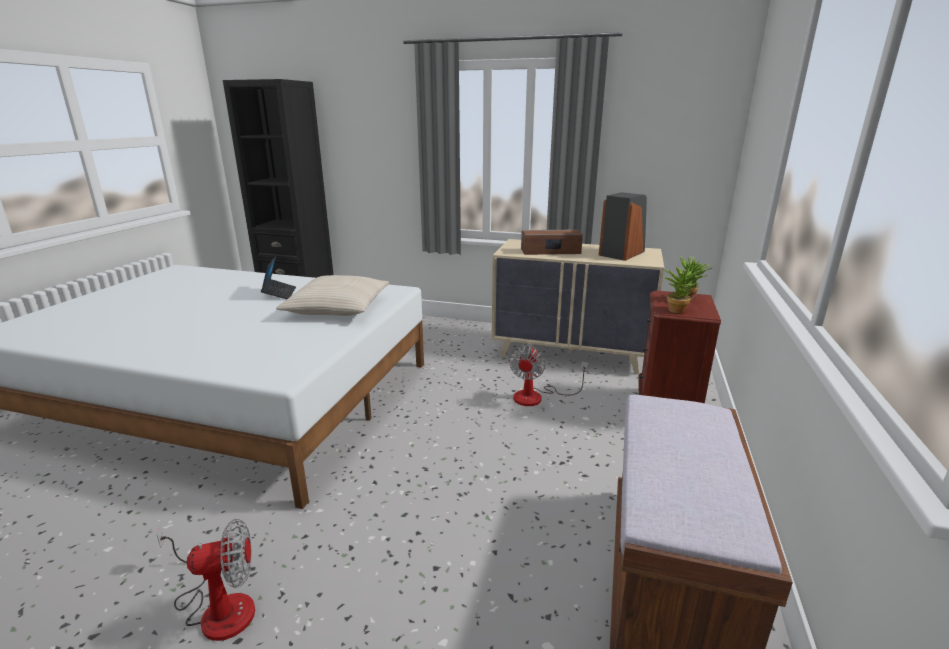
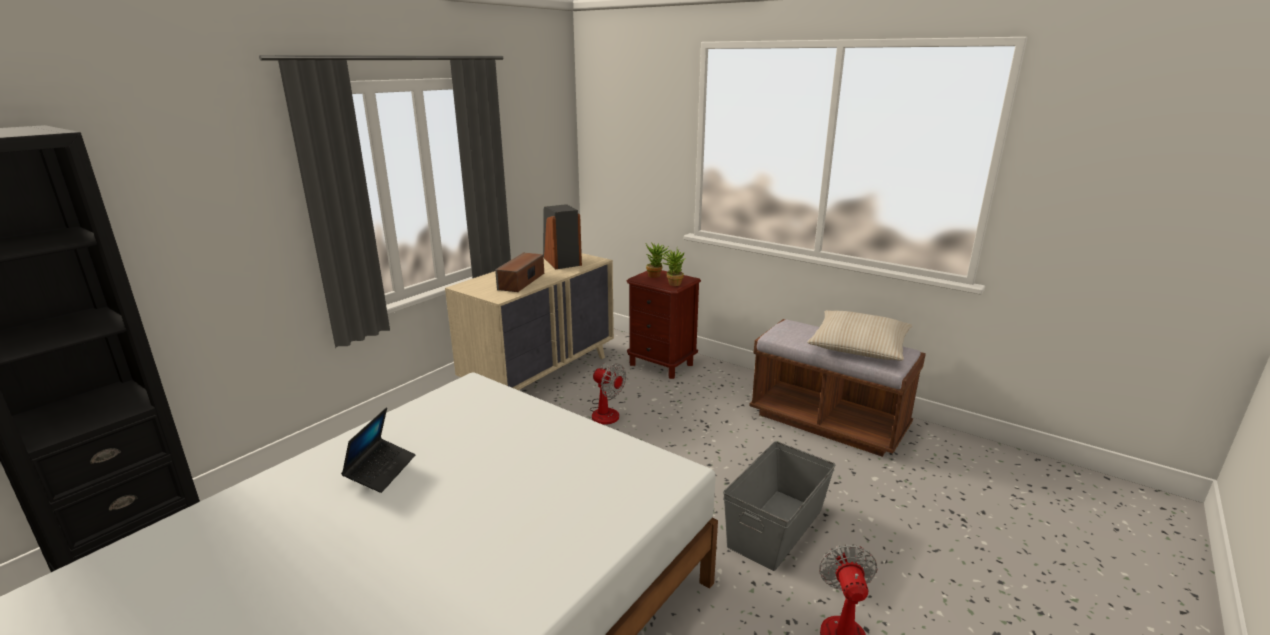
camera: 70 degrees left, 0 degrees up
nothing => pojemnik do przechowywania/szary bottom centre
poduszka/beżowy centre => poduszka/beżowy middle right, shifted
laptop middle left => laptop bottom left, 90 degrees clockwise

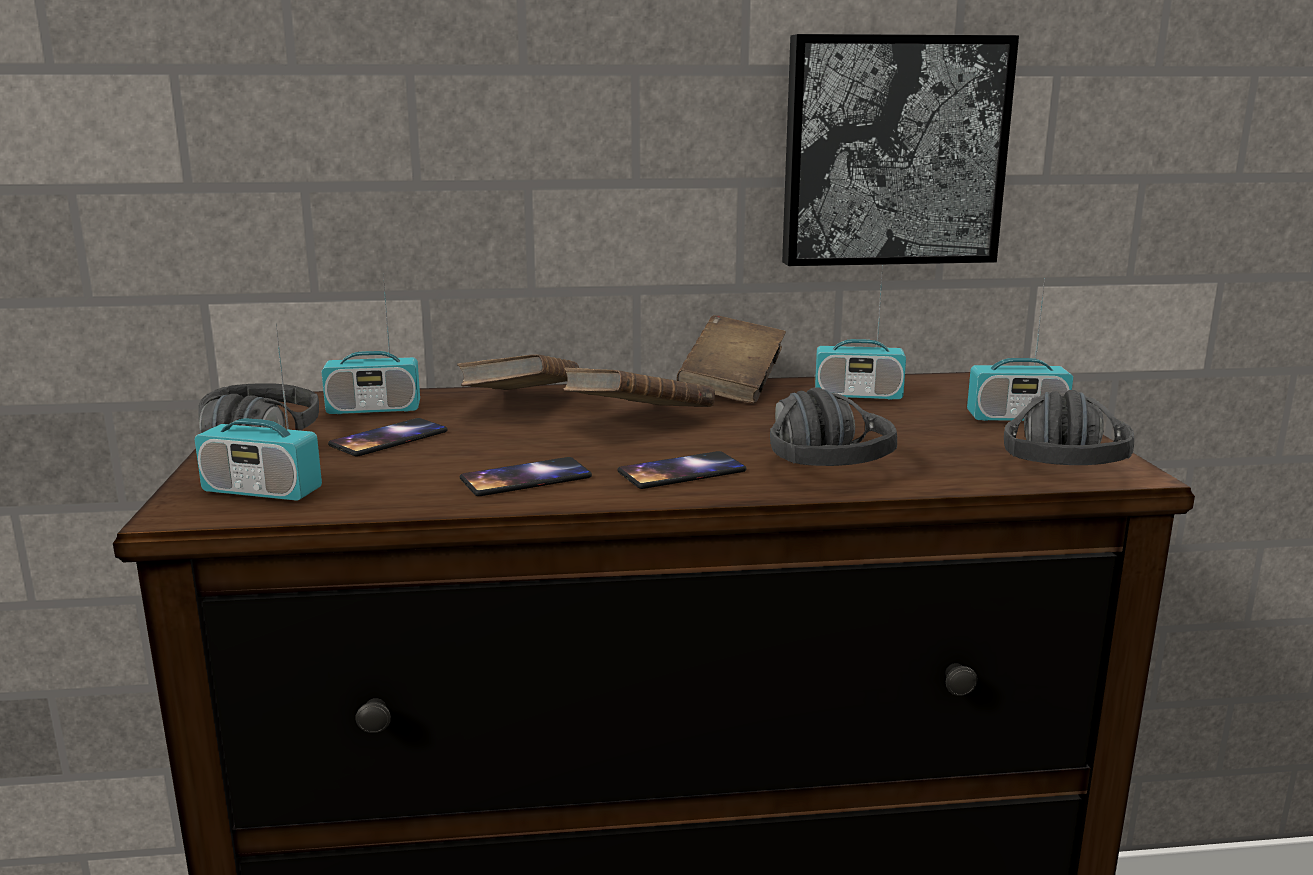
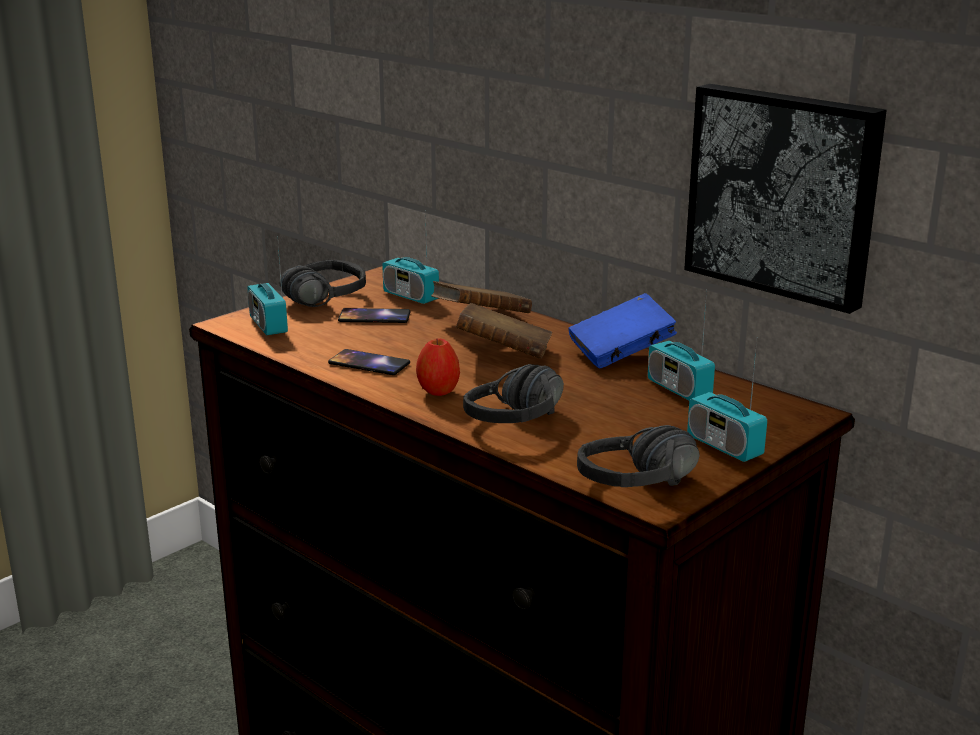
camera: 50 degrees right, 5 degrees up
telefon (no. 3 from left) centre => jabłko centre
książka/brązowy (no. 3 from left) centre => książka/niebieski centre

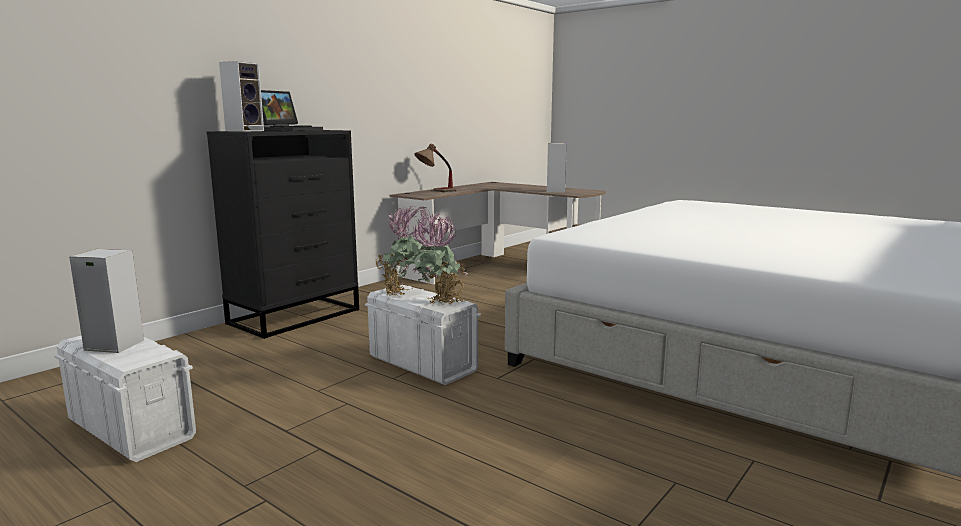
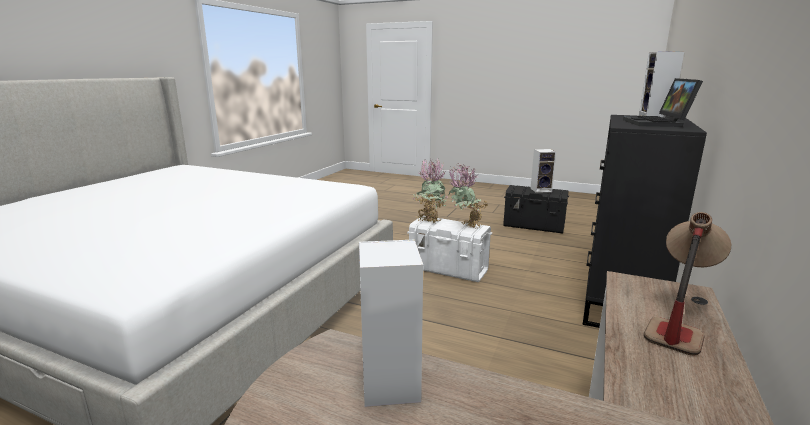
camera: 165 degrees right, 5 degrees up
pojemnik do przechowywania/biały (no. 1 from left) bottom left => pojemnik do przechowywania/czarny centre

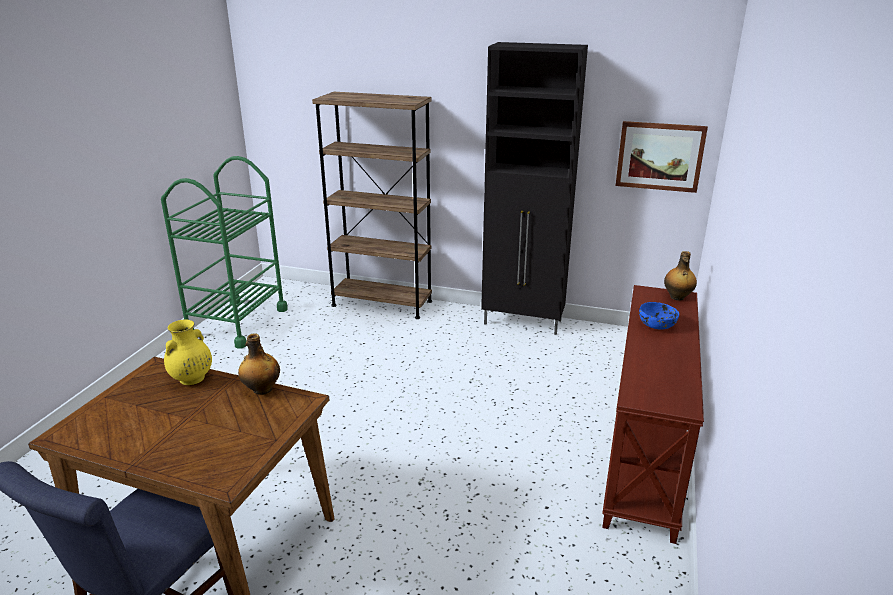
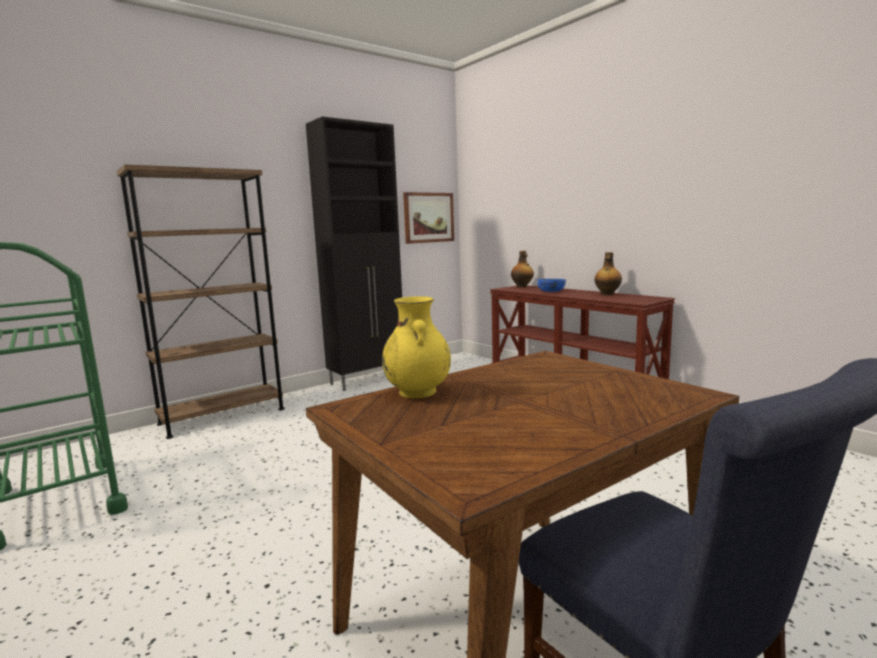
camera: 55 degrees left, 15 degrees down
butelka (no. 1 from left in the first image) middle left => butelka (no. 2 from left) middle right, shifted

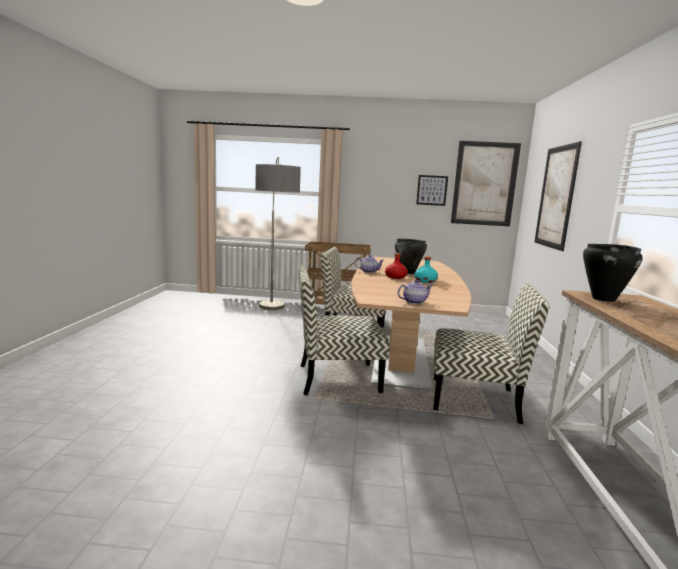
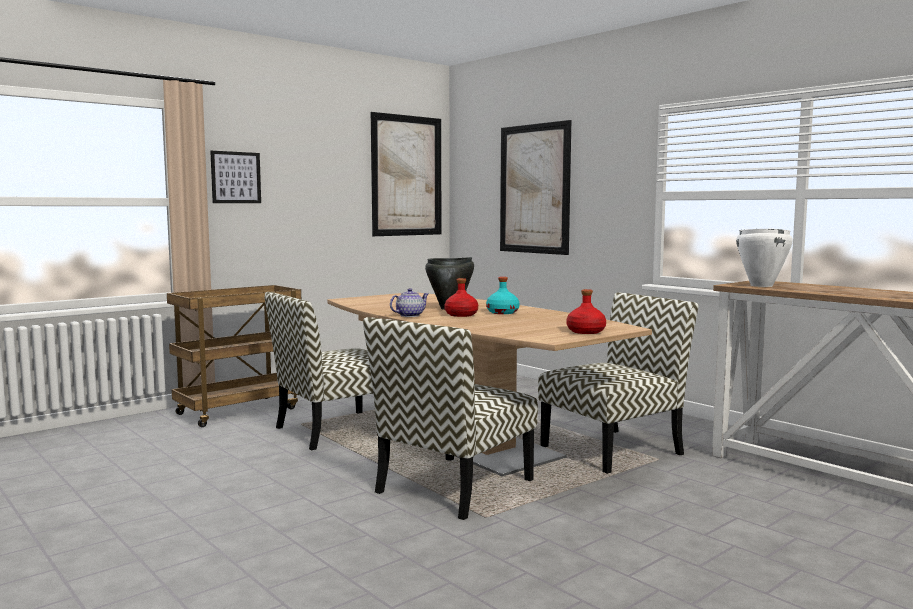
camera: 45 degrees left, 5 degrees down
lampa stojąca centre => nothing
obraz (no. 1 from left) centre => obraz (no. 1 from left) top left, shifted
imbryk (no. 2 from left) centre => butelka/czerwony (no. 2 from left) centre
garnek/czarny (no. 2 from left) middle right => garnek/biały middle right

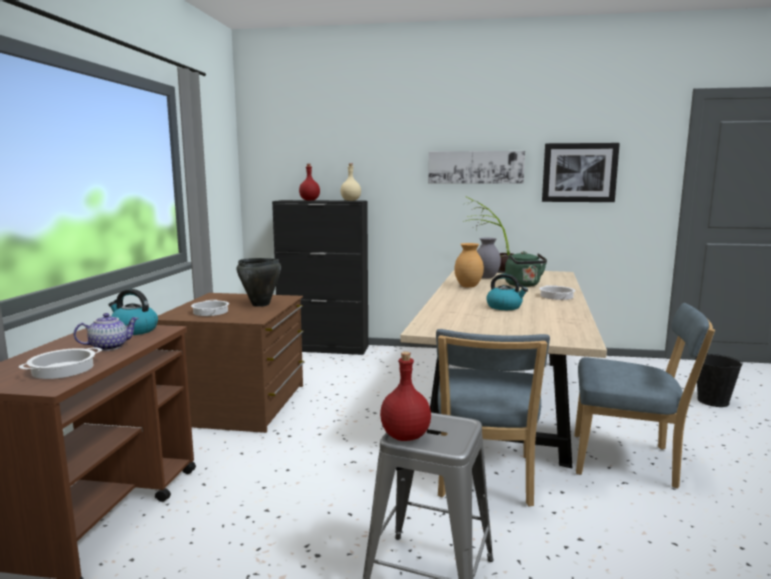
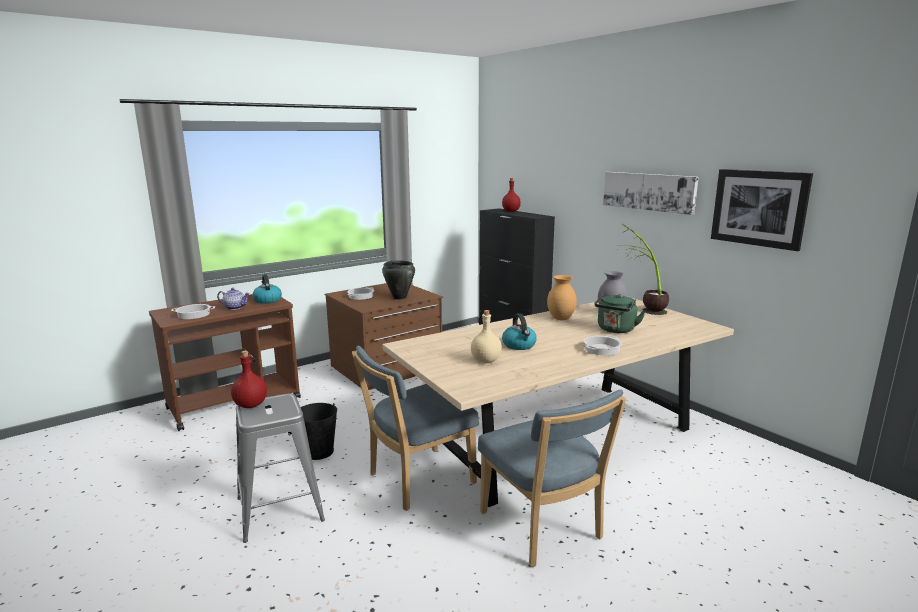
camera: 45 degrees right, 5 degrees up
butelka/beżowy top centre => butelka/beżowy centre, shifted
wiadro/czarny middle right => wiadro/czarny bottom centre, shifted

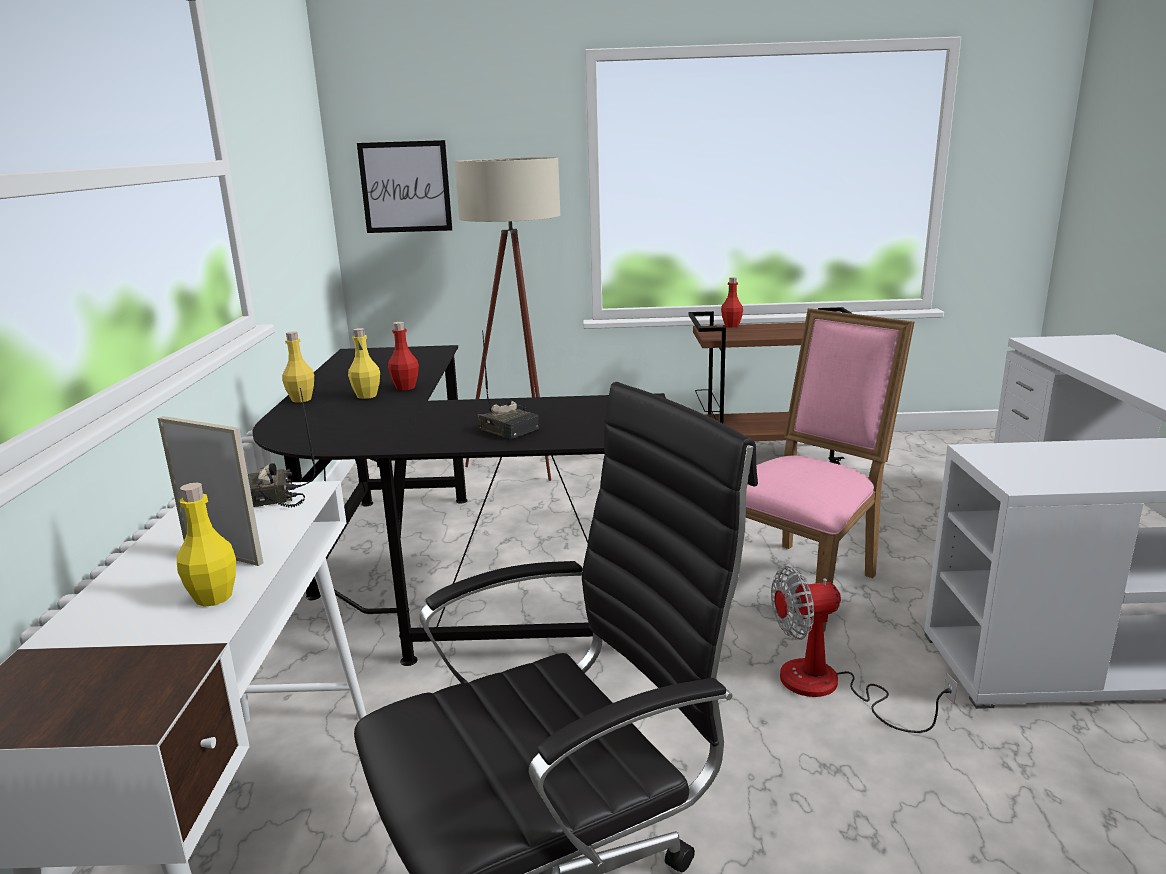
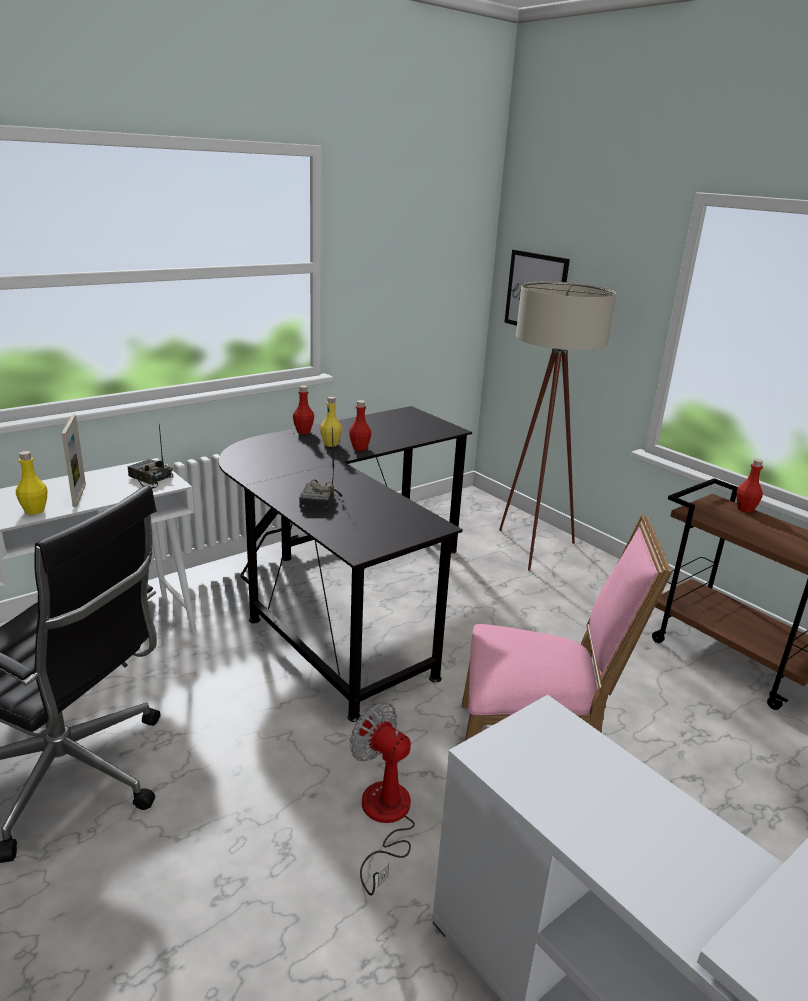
camera: 50 degrees right, 5 degrees up
butelka/żółty (no. 2 from left) middle left => butelka/czerwony (no. 1 from left) centre

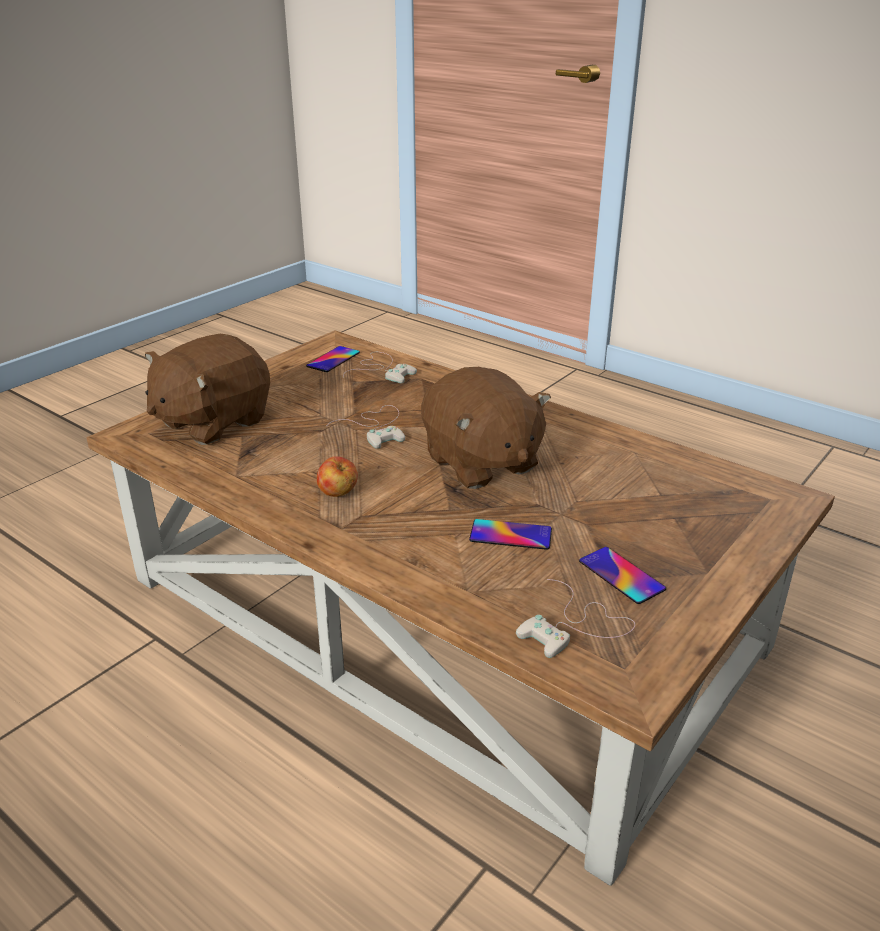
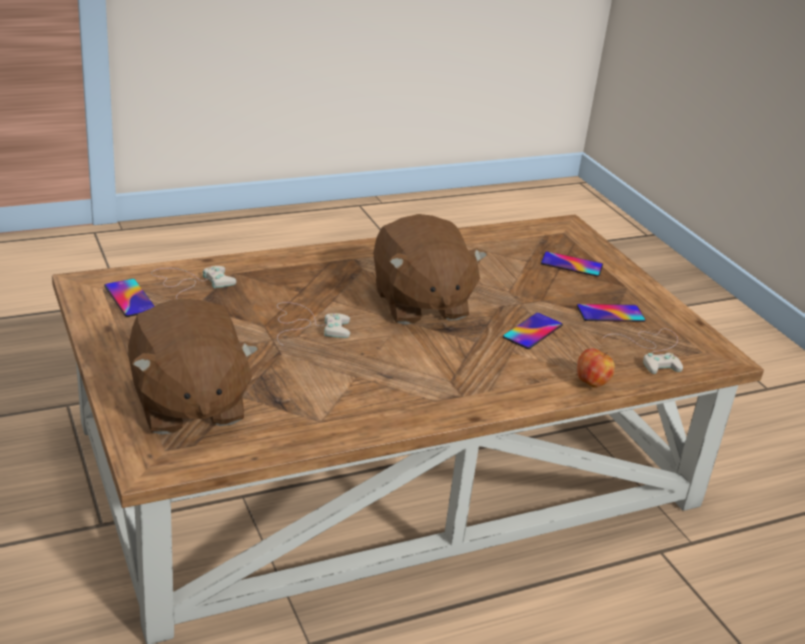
camera: 65 degrees left, 0 degrees up
nothing => telefon (no. 3 from left) middle right
jabłko centre => jabłko middle right, shifted
pluszak/brązowy (no. 2 from left) centre, 75 degrees clockwise

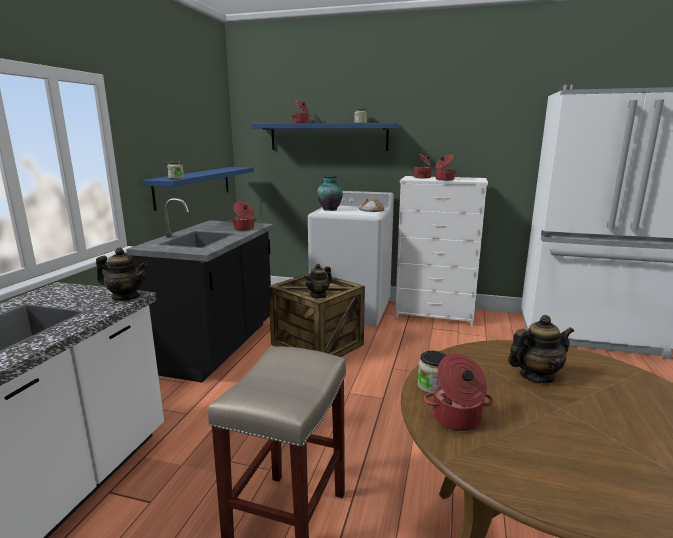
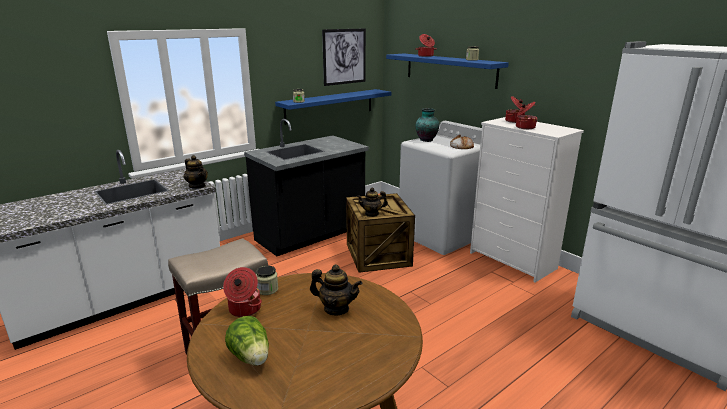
camera: 35 degrees right, 5 degrees up
garnek (no. 1 from left) centre => nothing
nothing => sałata bottom centre
nothing => obraz top centre

